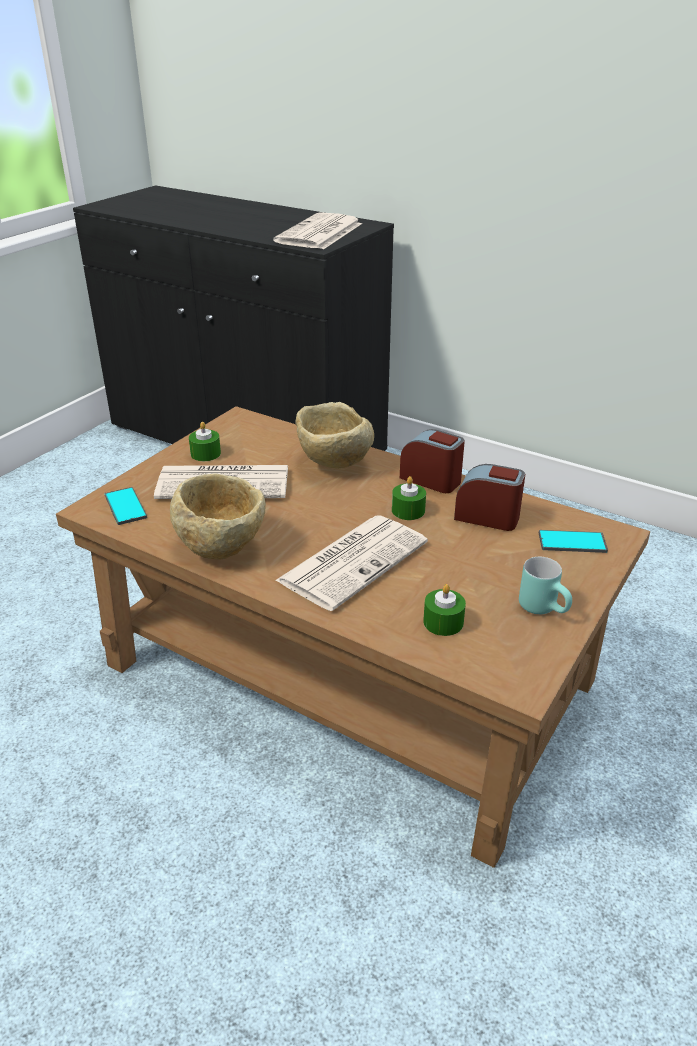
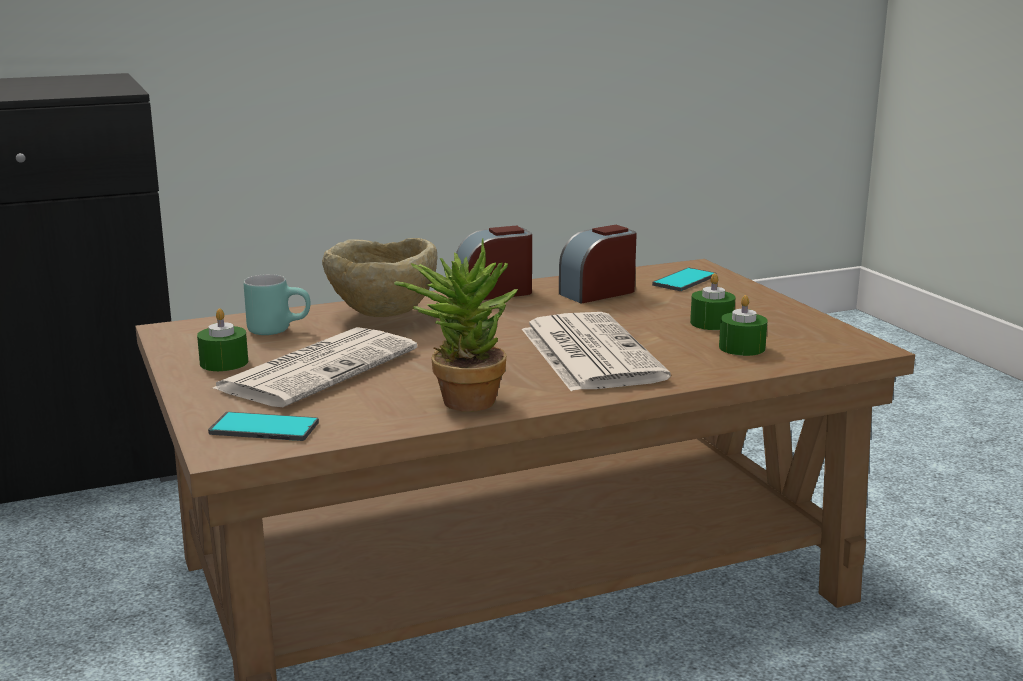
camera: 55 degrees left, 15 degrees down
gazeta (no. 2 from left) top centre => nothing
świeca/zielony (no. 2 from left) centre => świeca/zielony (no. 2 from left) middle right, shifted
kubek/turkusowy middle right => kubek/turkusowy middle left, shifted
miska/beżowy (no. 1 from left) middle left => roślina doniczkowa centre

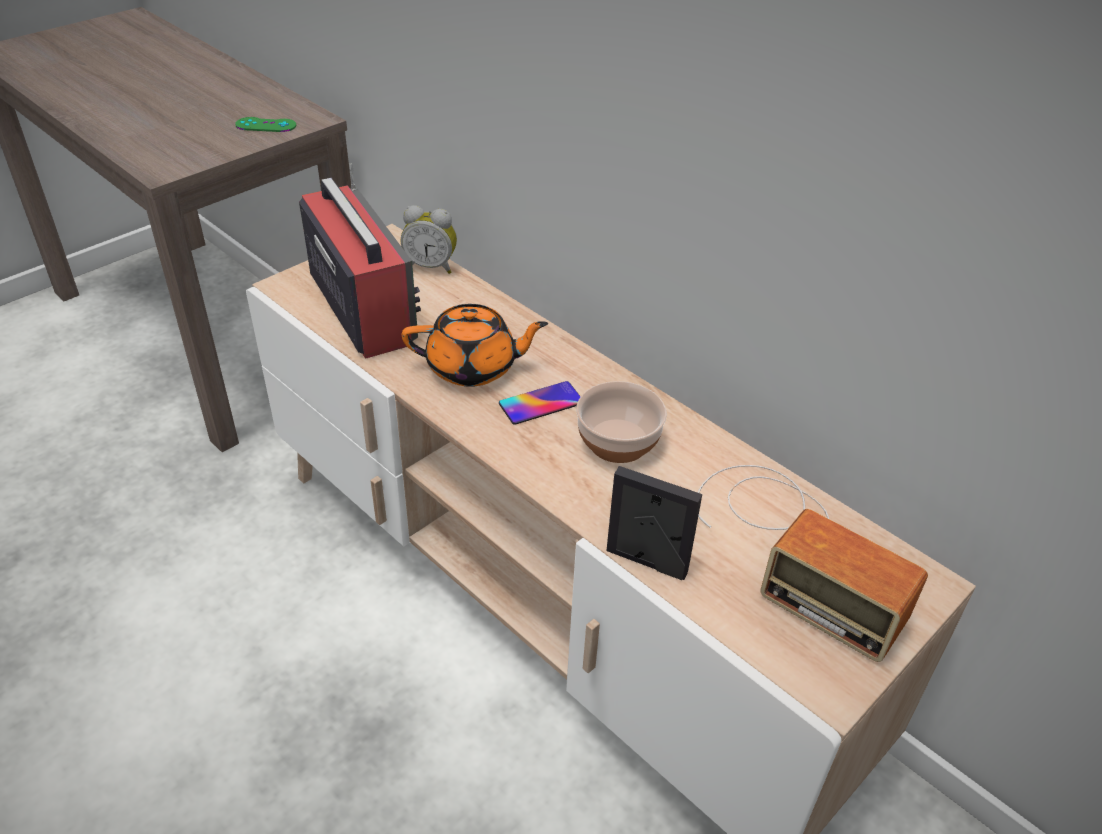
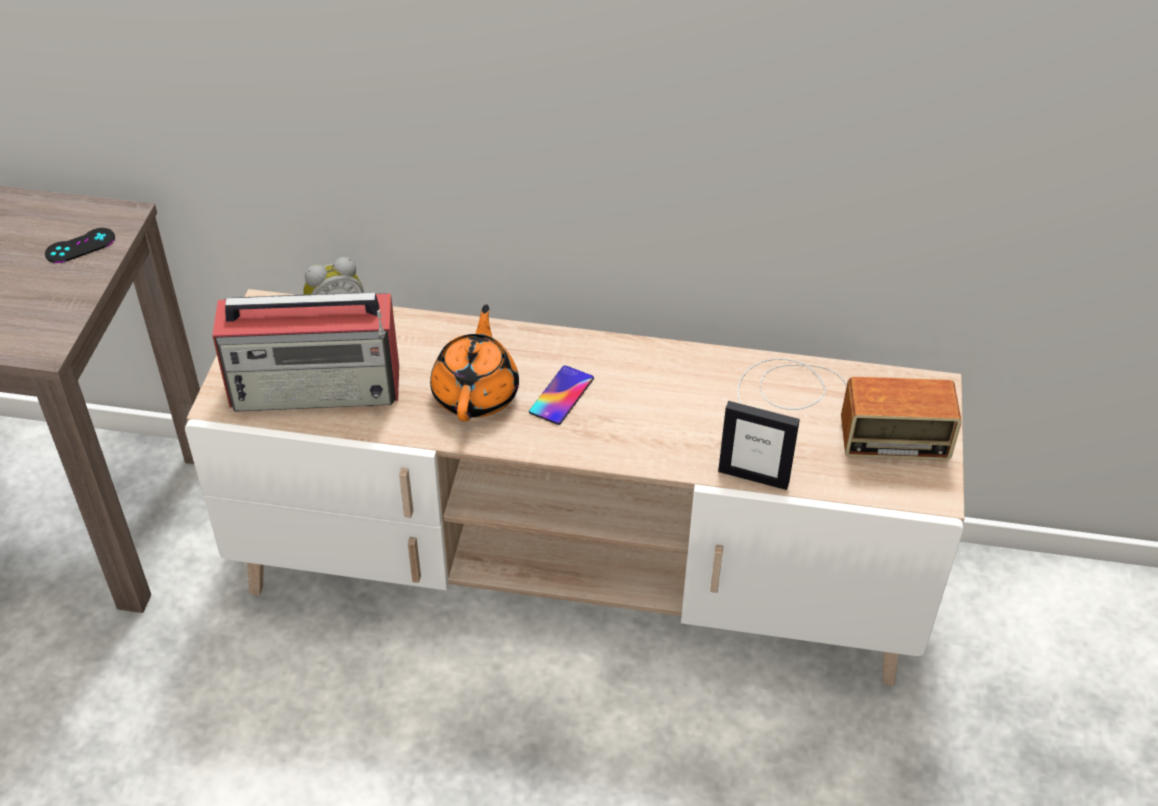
camera: 35 degrees left, 5 degrees up
miska centre => nothing
pad do gier/zielony top left => pad do gier/czarny top left
radio (no. 1 from left) top left => radio (no. 1 from left) middle left, 150 degrees clockwise
imbryk/pomarańczowy centre, 45 degrees counterclockwise
ramka na zdjęcie centre, 150 degrees counterclockwise

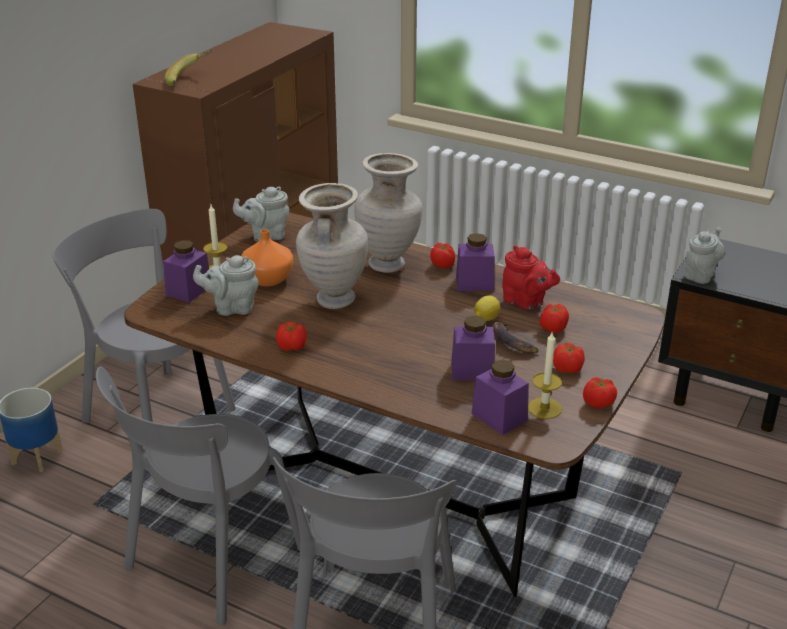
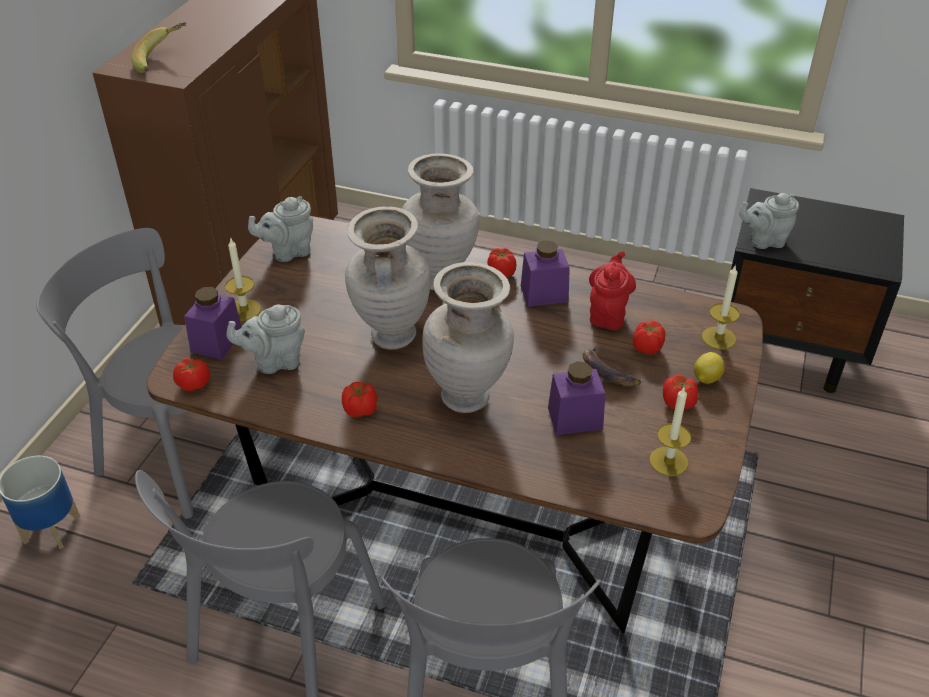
camera: 10 degrees left, 10 degrees up
wazon/pomarańczowy centre => nothing
słoik/fioletowy (no. 4 from left) centre => nothing
nothing => wazon/beżowy (no. 3 from left) centre
nothing => świeca (no. 3 from left) middle right
cytryna centre => cytryna middle right, shifted
pomidor (no. 5 from left in the first image) middle right => pomidor (no. 1 from left) middle left, shifted
imbryk/czerwony middle right => imbryk/czerwony centre, 105 degrees counterclockwise
imbryk/szary (no. 3 from left) middle right => imbryk/szary (no. 3 from left) top right, 120 degrees counterclockwise

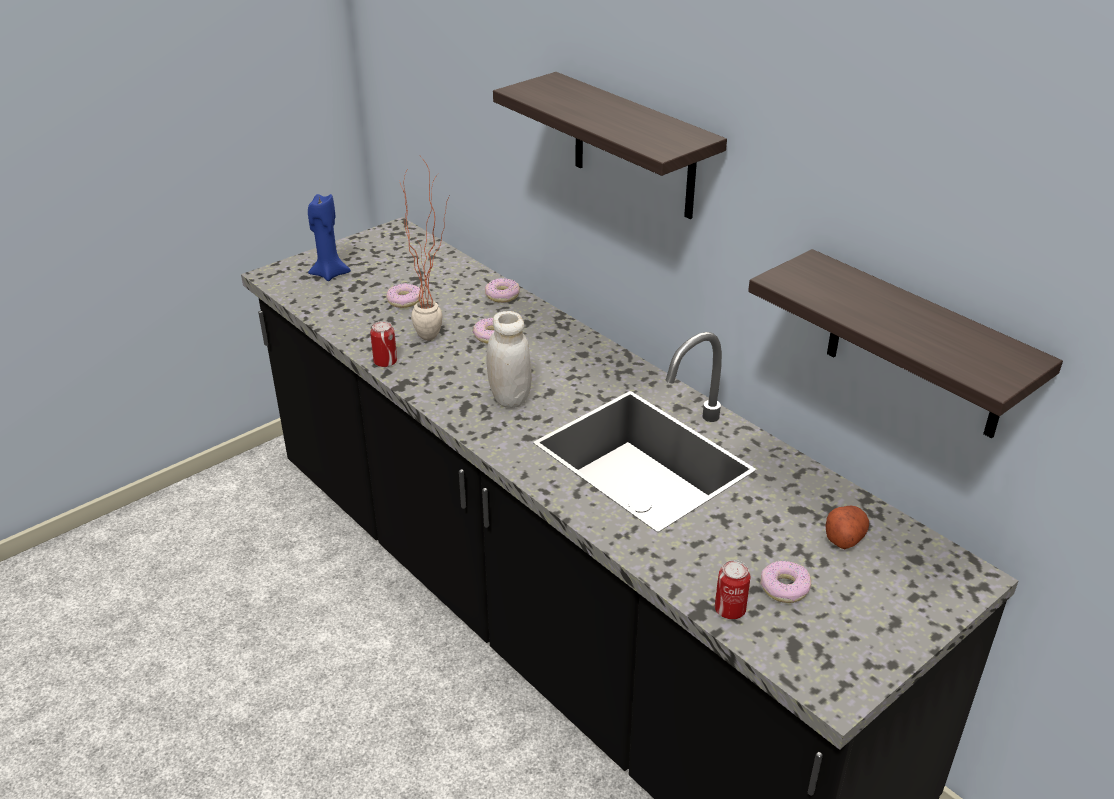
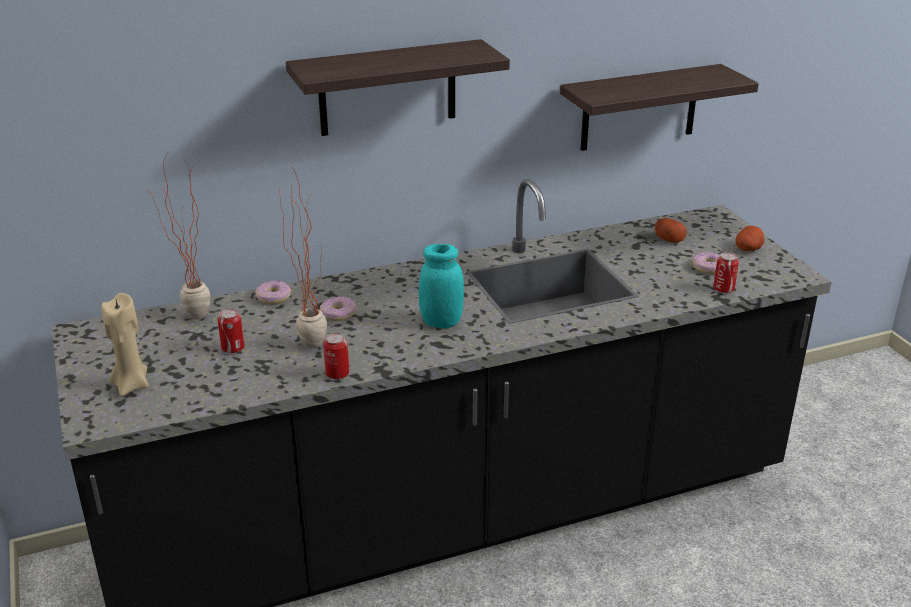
camera: 70 degrees left, 5 degrees down
nothing => roślina doniczkowa (no. 1 from left) middle left
nothing => ziemniak (no. 2 from left) middle right
donut (no. 1 from left) centre => puszka (no. 1 from left) middle left
świeca/niebieski top left => świeca/beżowy middle left
słoik/biały centre => słoik/turkusowy centre

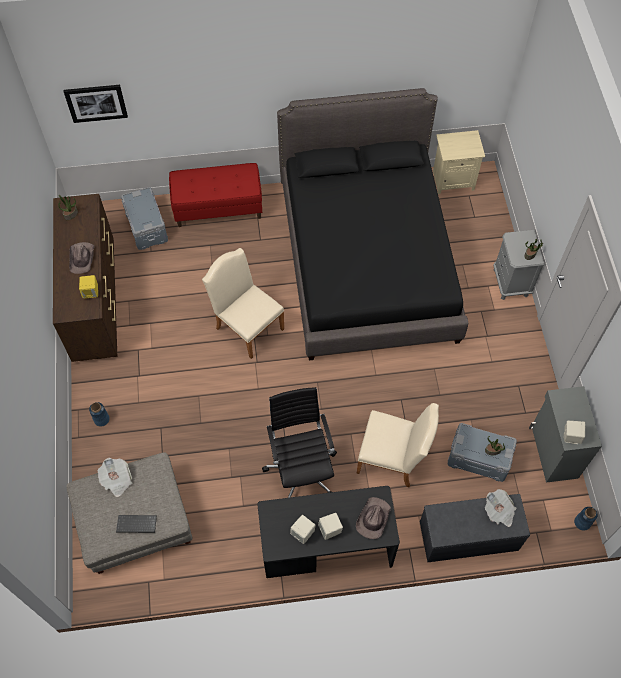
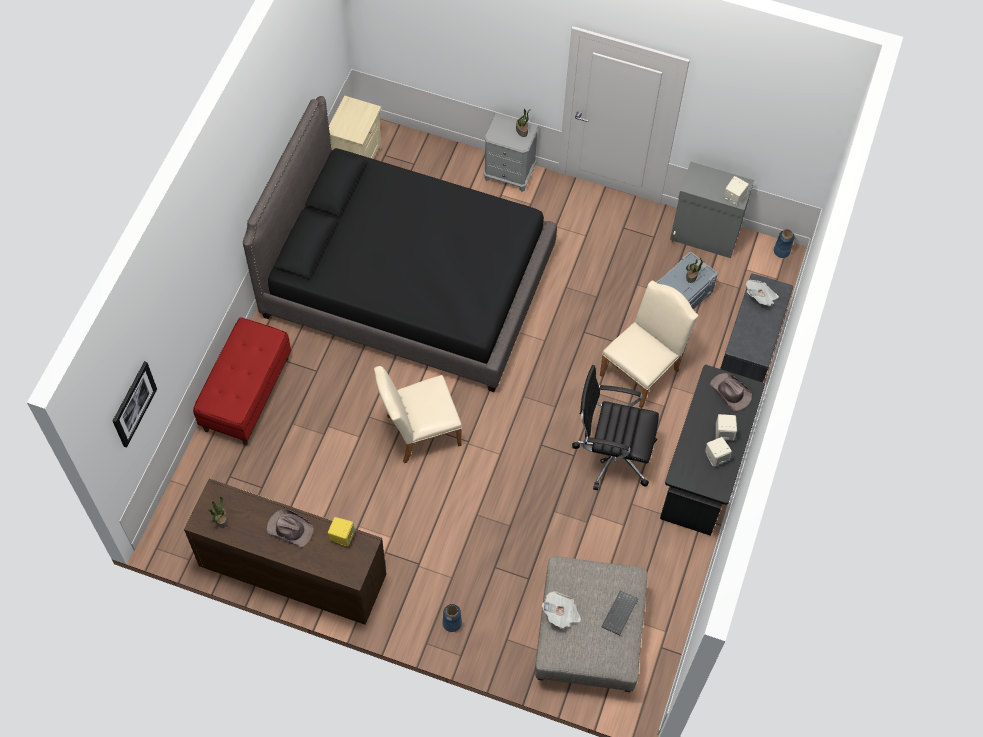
camera: 65 degrees left, 0 degrees up
pojemnik do przechowywania/szary (no. 1 from left) top left => nothing

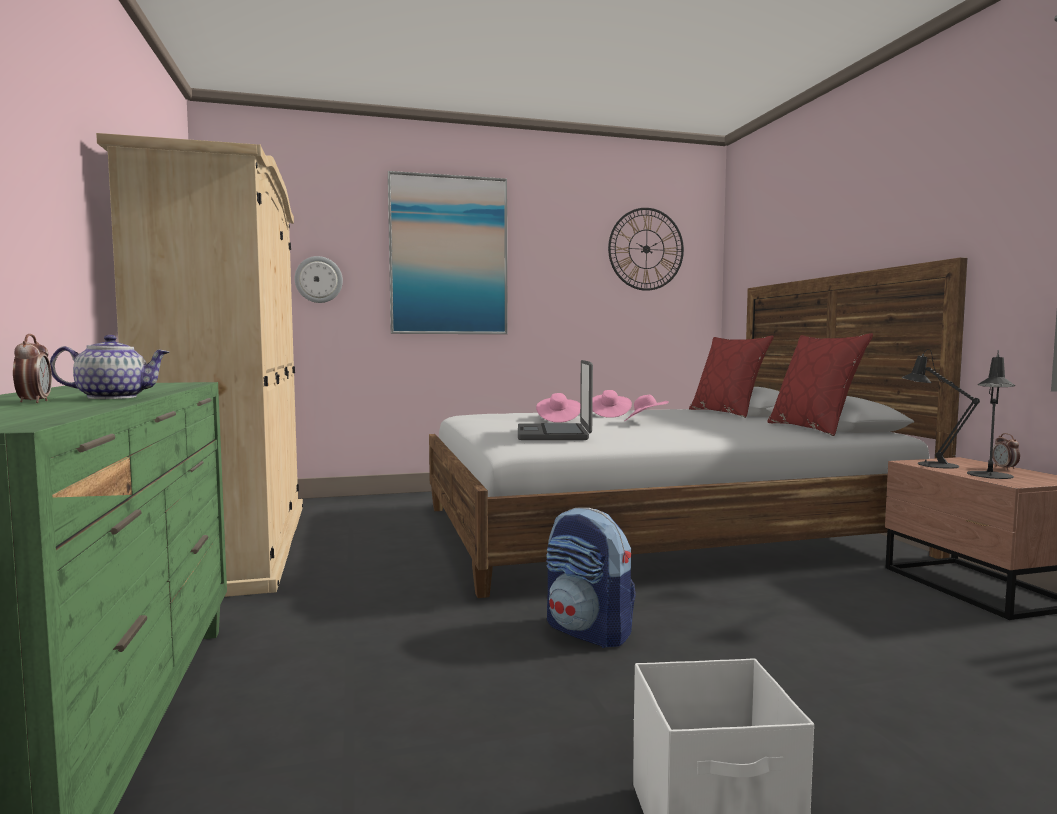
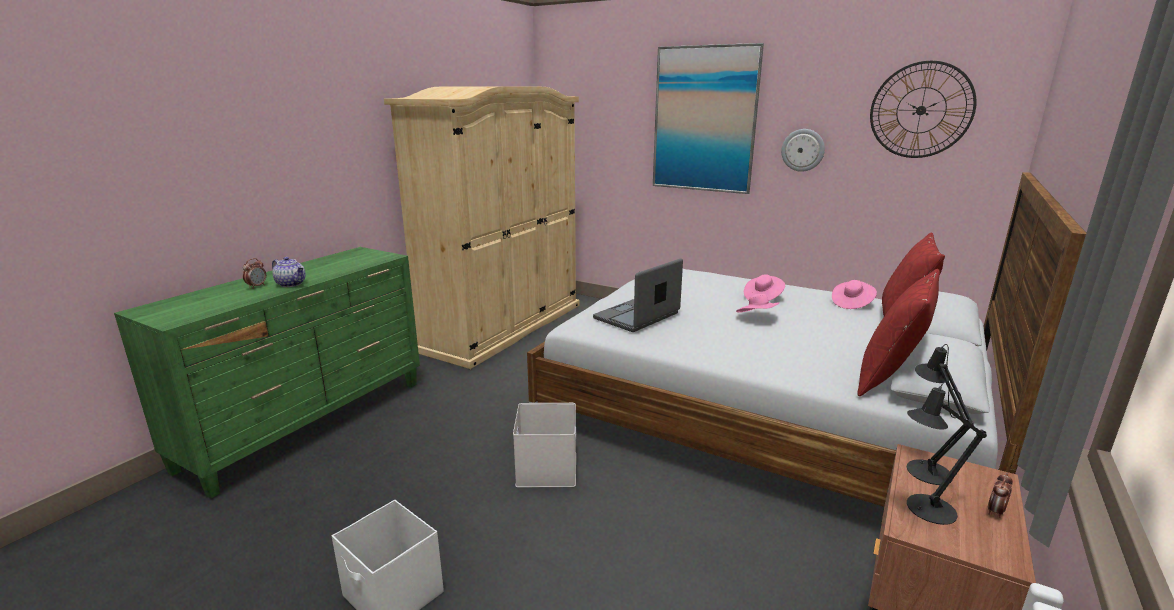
camera: 45 degrees right, 15 degrees up
zegar ścienny (no. 1 from left) middle left => zegar ścienny (no. 1 from left) top right, shifted
kapelusz/różowy (no. 1 from left in the first image) centre => kapelusz/różowy (no. 3 from left) middle right, shifted
plecak bottom centre => pojemnik do przechowywania/biały (no. 2 from left) bottom centre

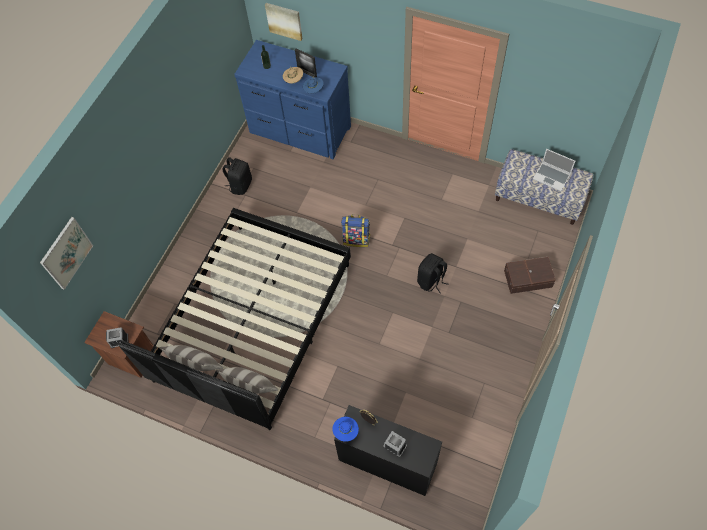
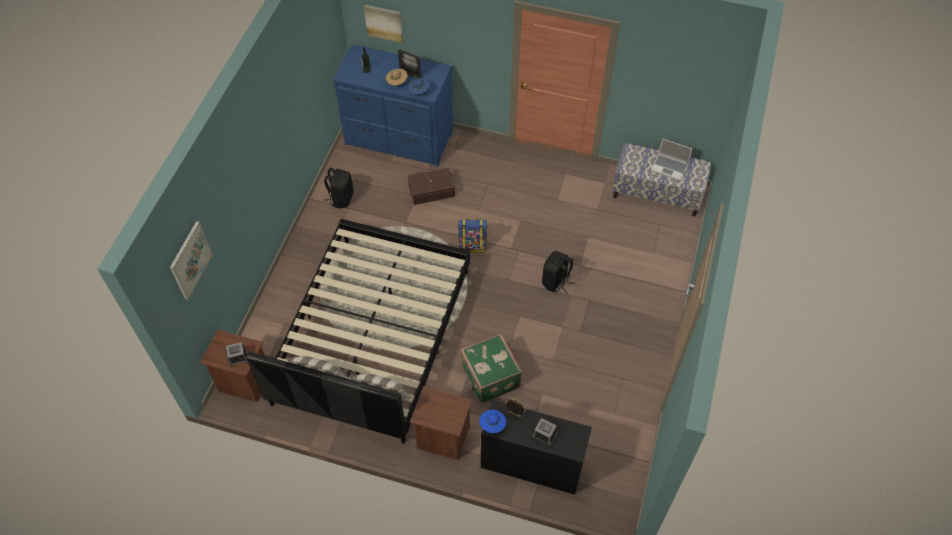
camera: 10 degrees left, 5 degrees down
nothing => szafka nocna/brązowy (no. 2 from left) bottom centre
nothing => walizka/zielony bottom centre
pojemnik do przechowywania/brązowy middle right => pojemnik do przechowywania/brązowy centre, shifted

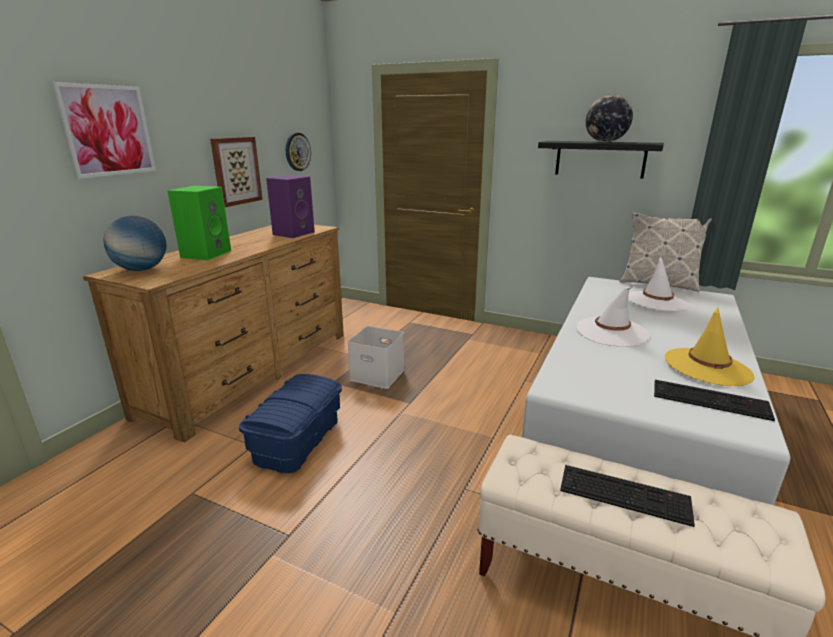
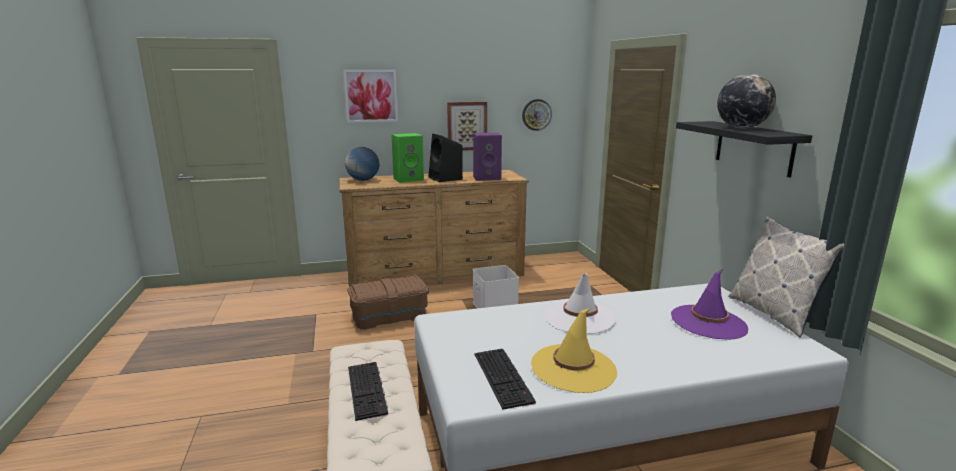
camera: 50 degrees right, 5 degrees down
nothing => głośnik/czarny centre
pojemnik do przechowywania/niebieski centre => pojemnik do przechowywania/brązowy centre
kapelusz/biały (no. 2 from left) middle right => kapelusz/fioletowy middle right

